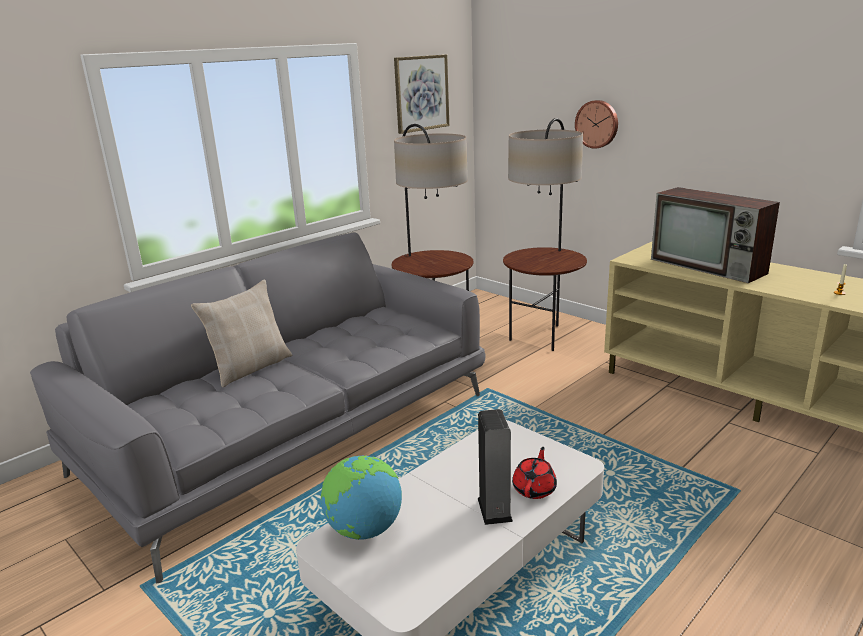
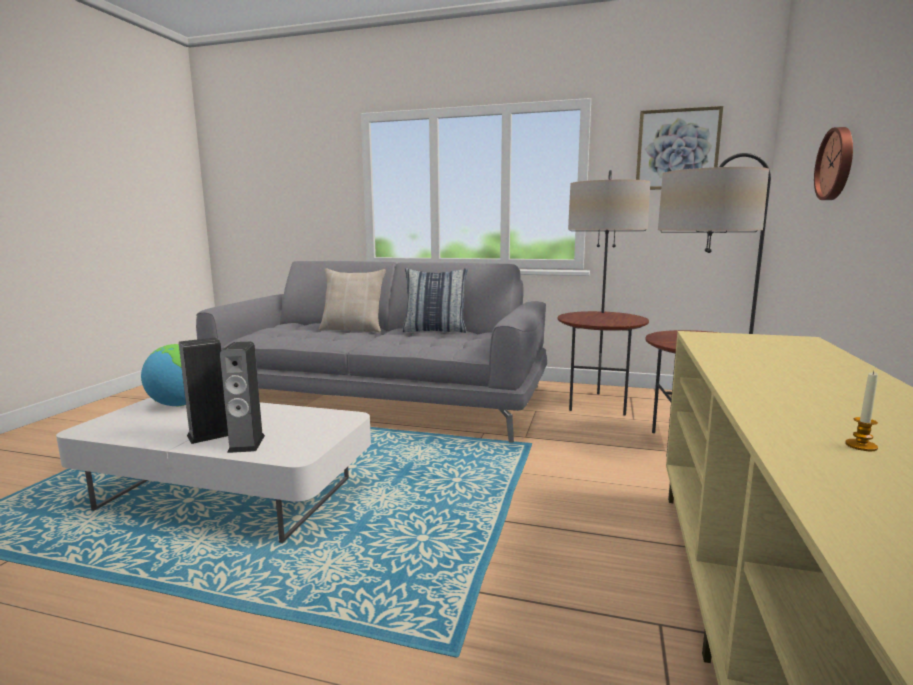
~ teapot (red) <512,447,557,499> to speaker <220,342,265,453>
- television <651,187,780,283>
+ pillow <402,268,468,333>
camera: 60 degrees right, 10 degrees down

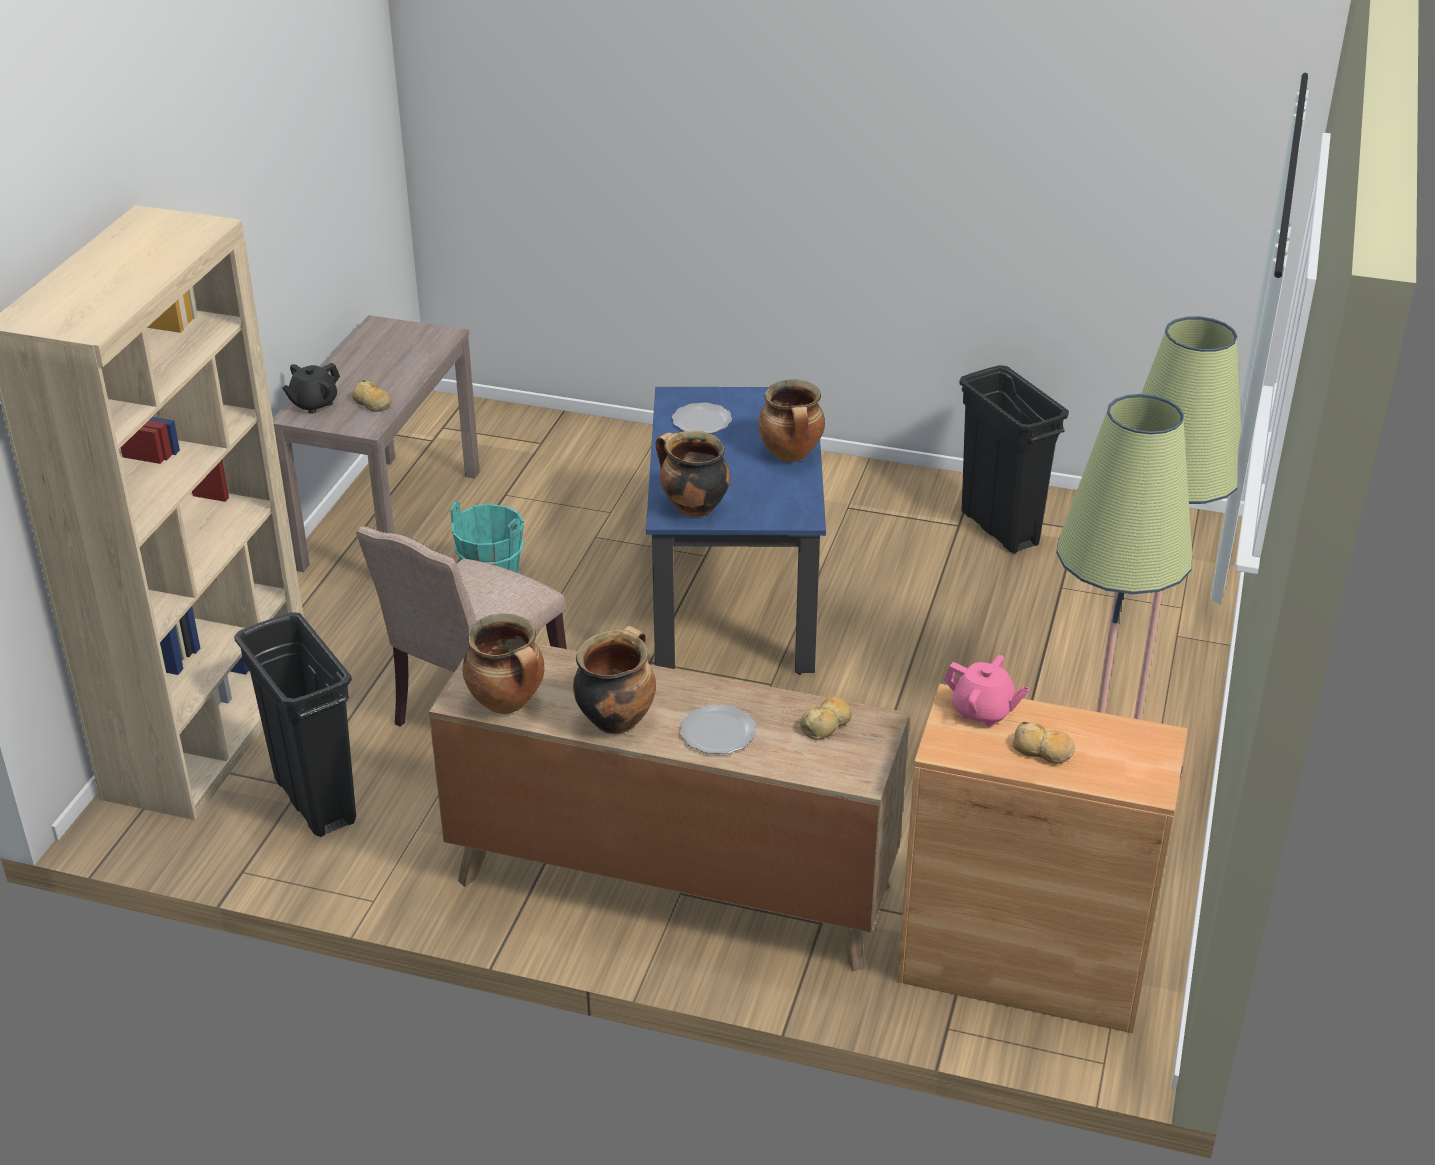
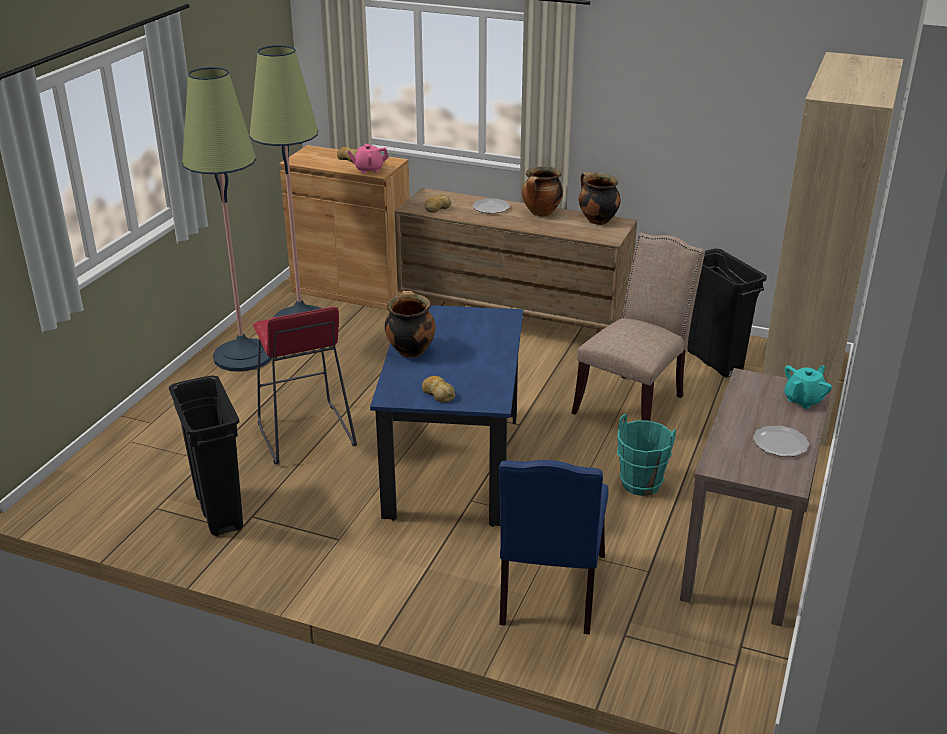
~ teapot (black) <282,362,340,414> to teapot (turquoise) <784,365,832,409>
~ bread <352,380,391,412> to <422,376,455,403>
- cooking pot <655,431,730,517>
~ plate <672,403,732,434> to <753,425,809,457>
~ teapot (pink) <944,655,1030,727> = <347,143,389,174> 45 degrees counterclockwise
+ stool (red) <253,306,357,464>
+ chair (blue) <499,460,609,634>
camera: 175 degrees left, 5 degrees down

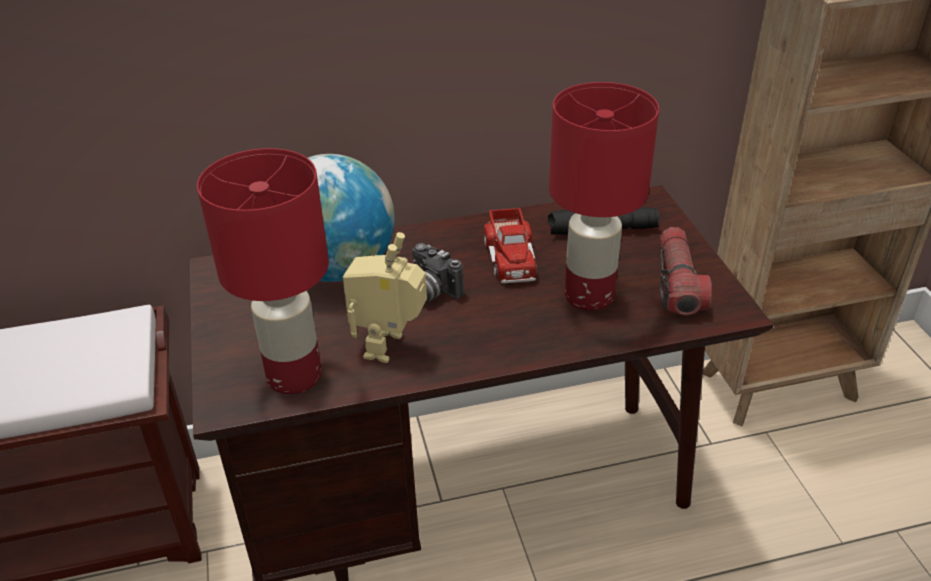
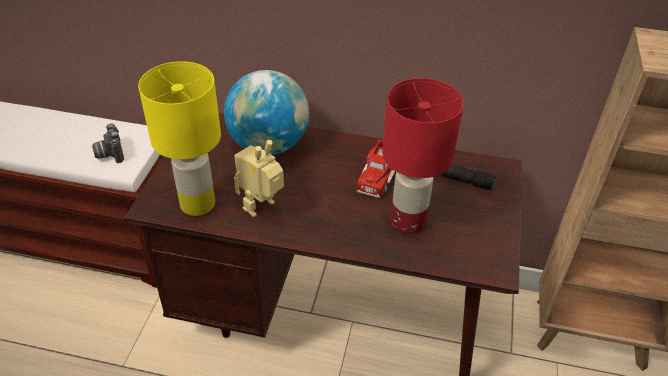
~ table lamp (red) <197,148,329,394> to table lamp (yellow) <138,61,221,216>
~ photo camera <412,243,464,302> to <92,123,124,163>
- flashlight <660,227,712,316>
camera: 25 degrees right, 5 degrees up

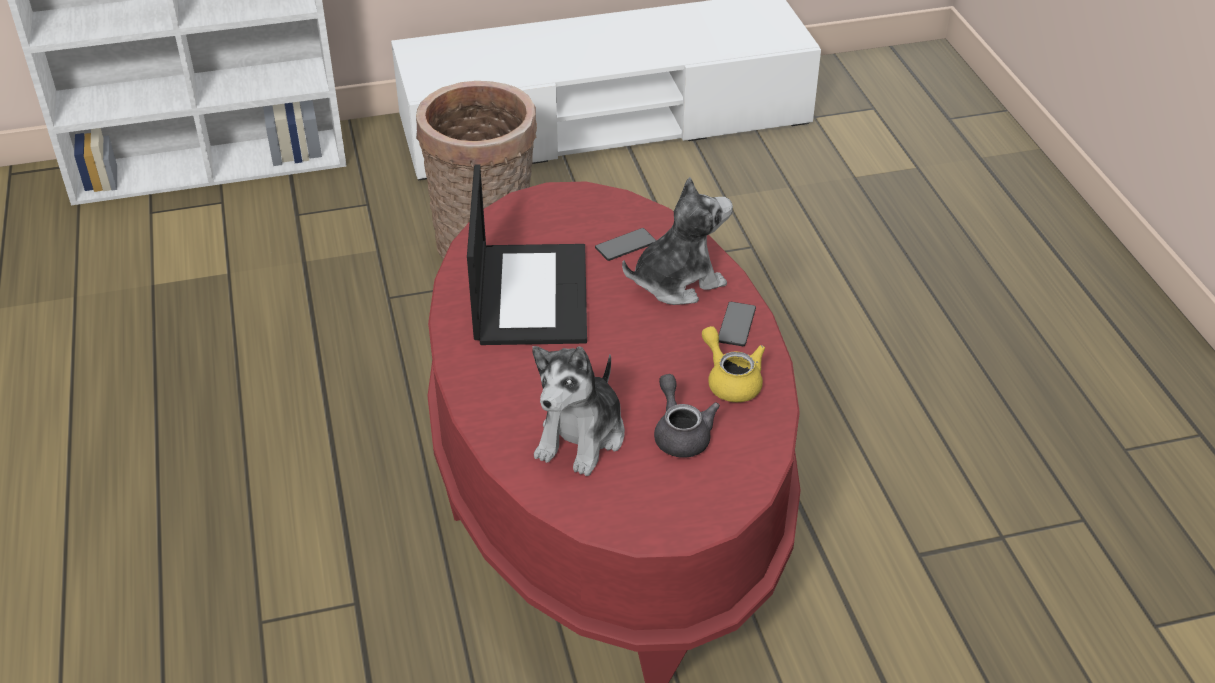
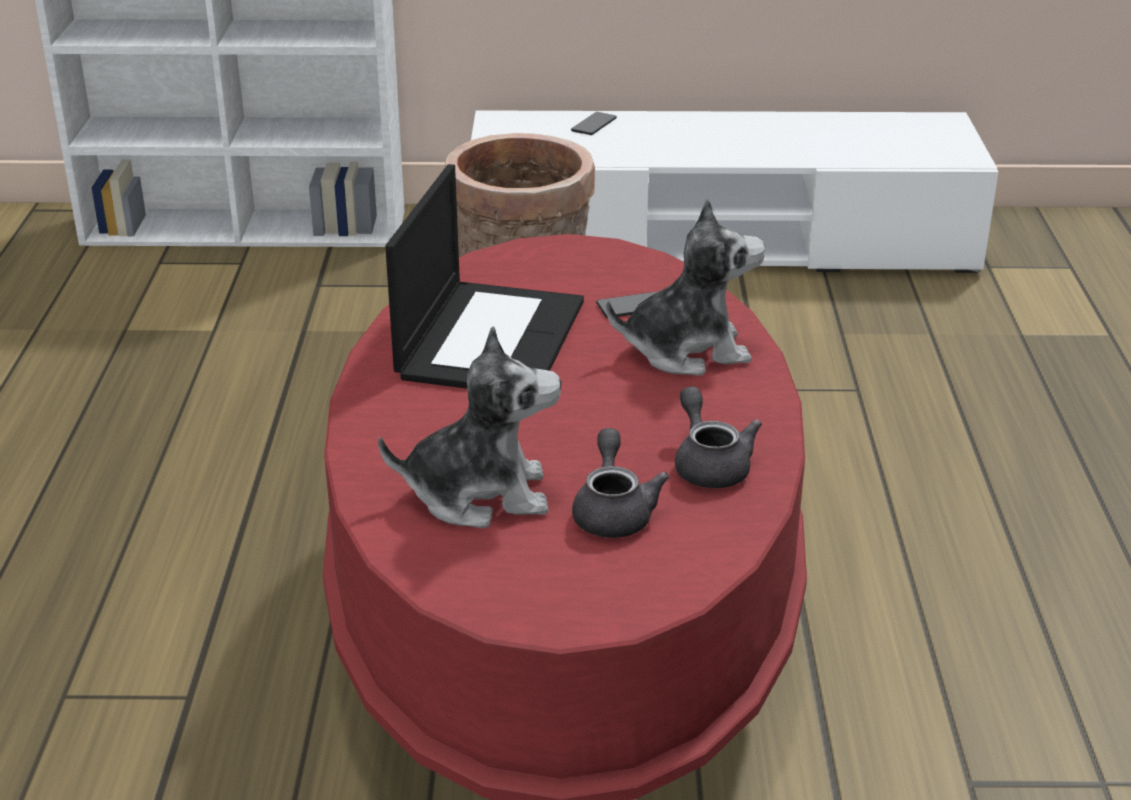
~ plush toy <532,346,625,476> = <378,326,561,528> 135 degrees counterclockwise
~ teapot (yellow) <702,326,765,402> to teapot (grey) <675,386,762,488>
~ phone <719,302,756,346> to <571,112,617,135>
camera: 15 degrees right, 10 degrees down

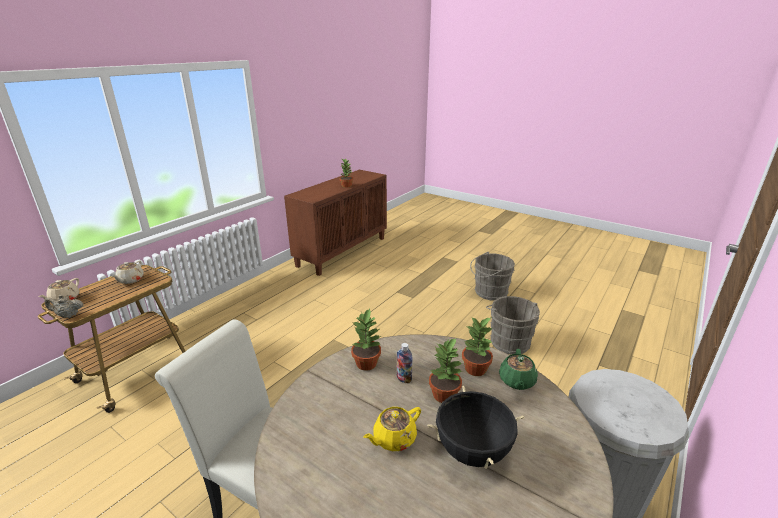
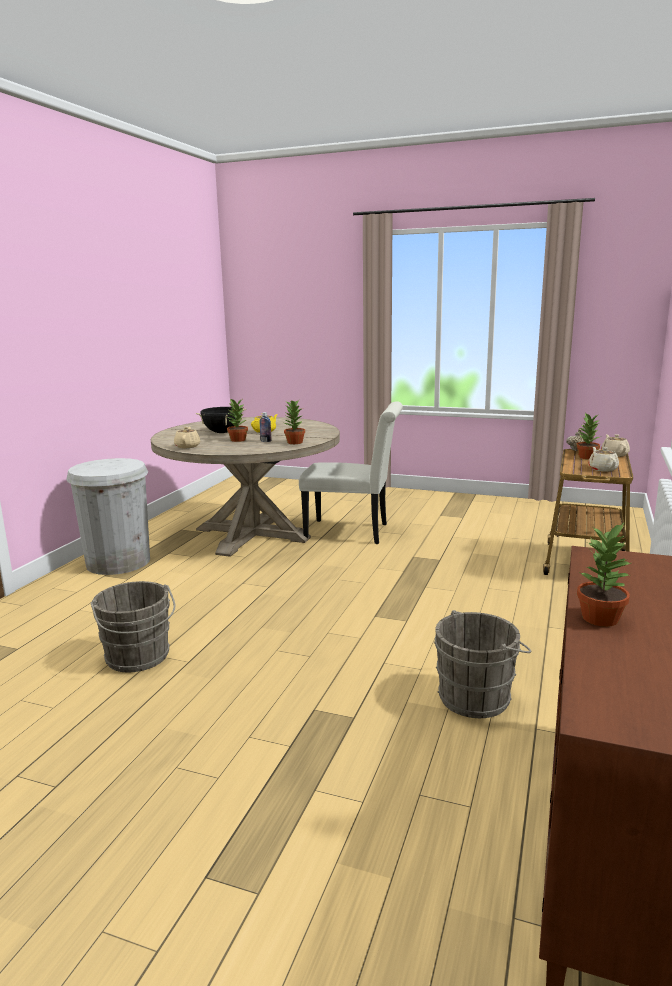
~ potted plant <462,318,493,376> to <576,414,600,459>
~ bucket (grey) <470,252,515,301> to <434,610,531,718>
~ teapot (green) <499,349,538,390> to teapot (beige) <174,427,200,448>
camera: 165 degrees right, 10 degrees down

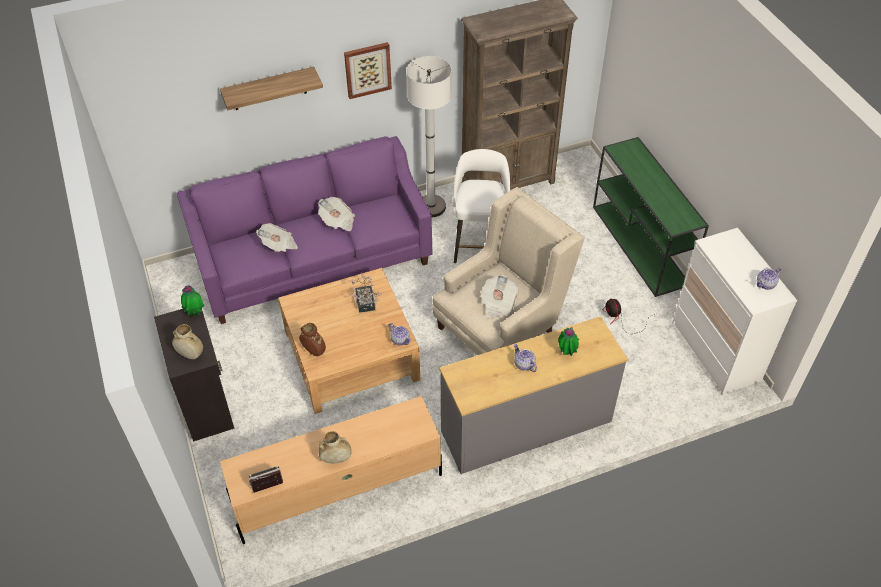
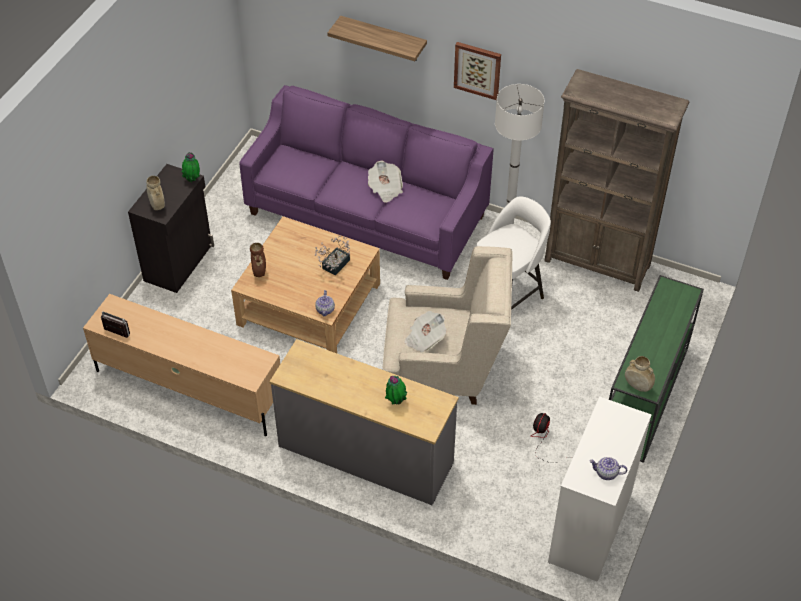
- newspaper <256,223,298,252>
~ vase (beige) <318,431,352,463> to <625,356,655,392>
- teapot <514,344,537,372>
camera: 45 degrees right, 0 degrees up

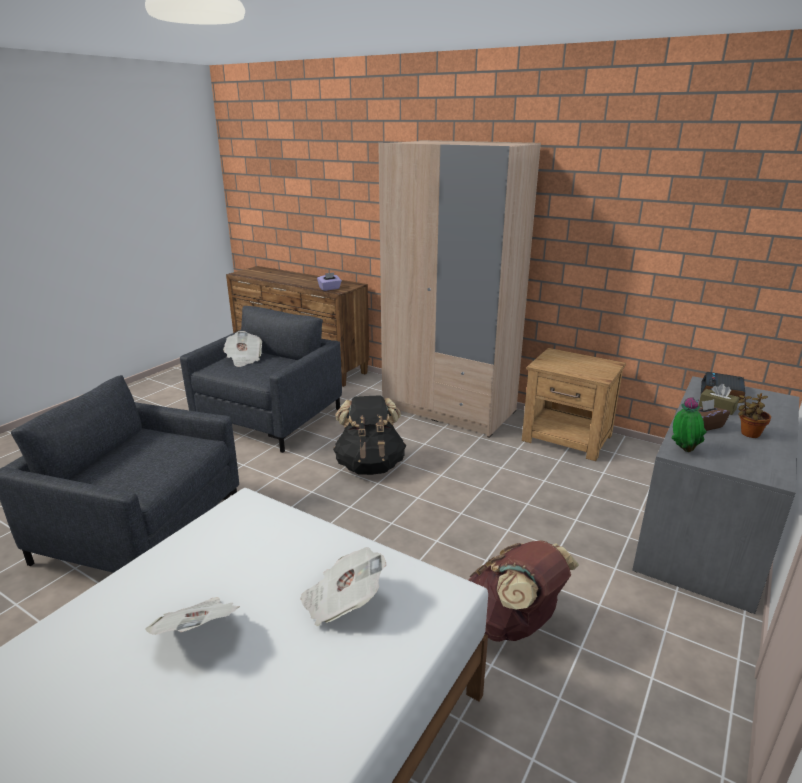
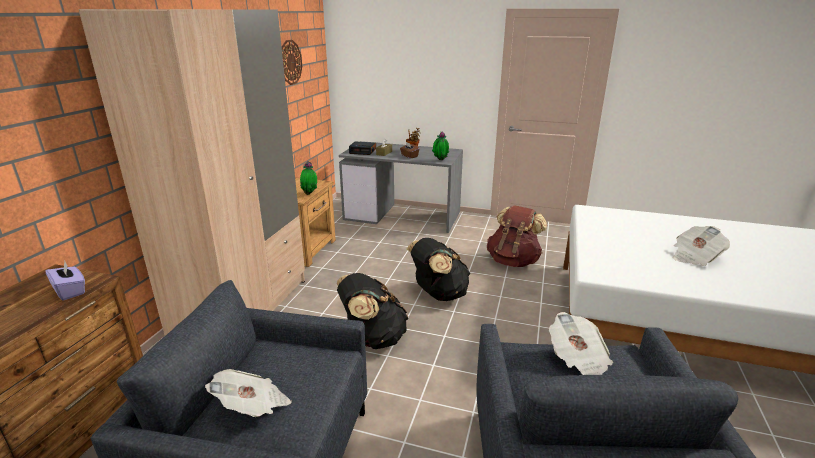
~ newspaper <300,547,386,626> to <549,312,613,375>
+ wall clock <282,40,302,85>
+ potted plant <300,161,317,195>
+ backpack (black) <407,238,470,301>
camera: 105 degrees left, 0 degrees up

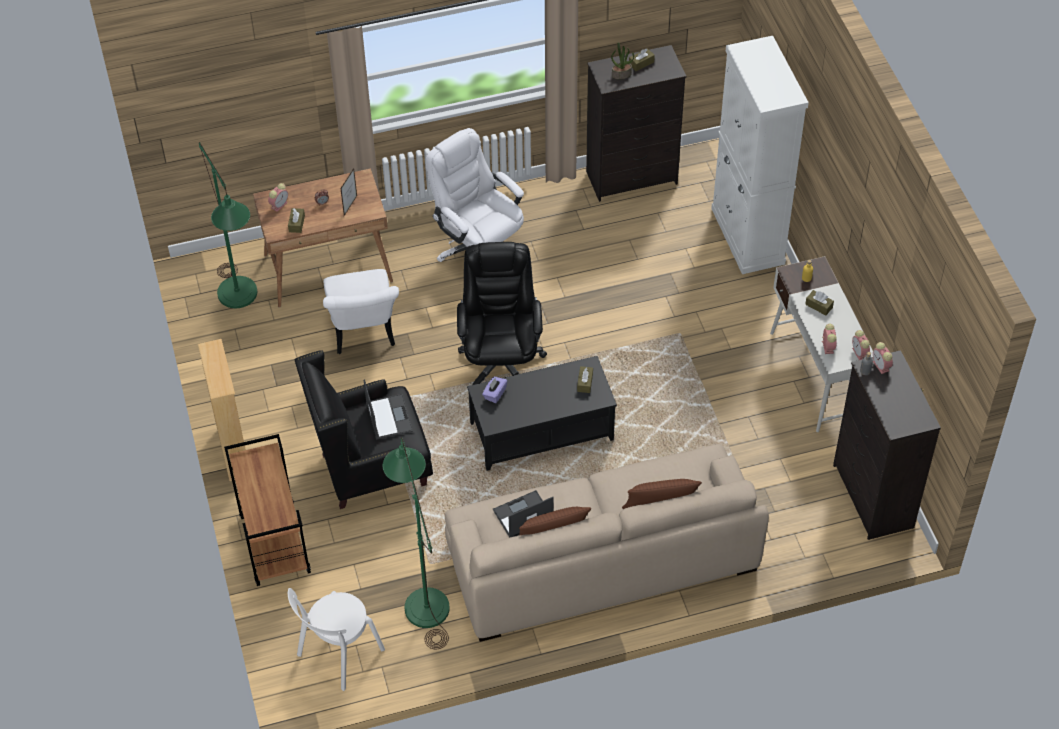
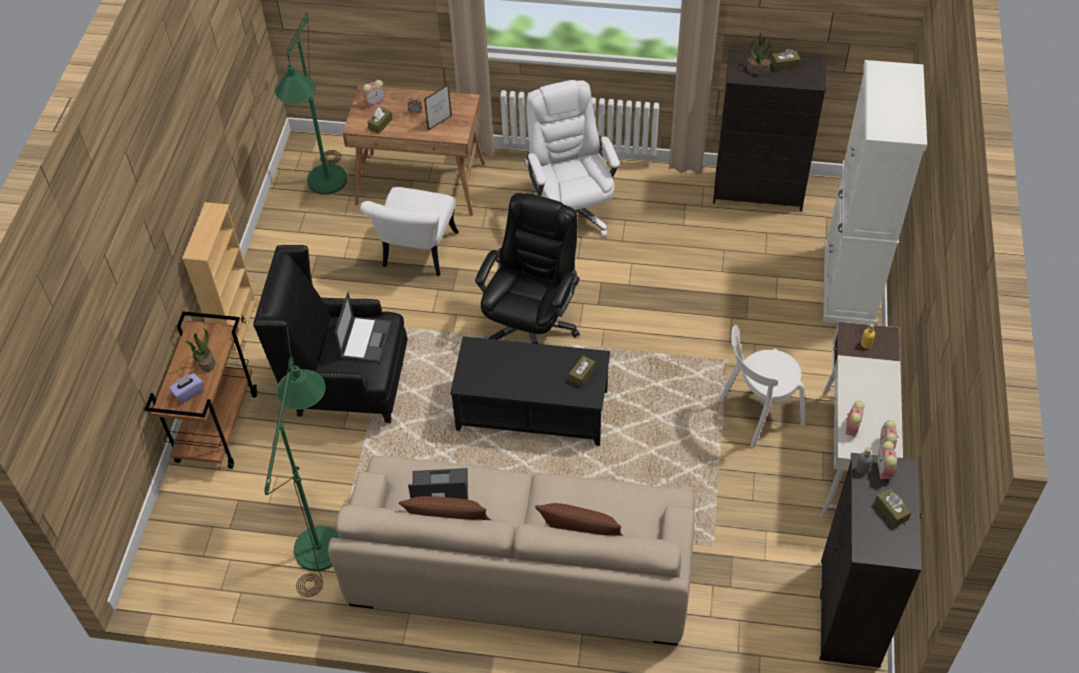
~ chair (white) <288,588,385,691> to <719,325,805,448>
~ tissue box (purple) <482,377,507,403> to <169,373,203,403>
~ tissue box (brown) <805,290,834,315> to <874,488,911,527>
+ potted plant <185,329,215,372>
camera: 25 degrees right, 0 degrees up

